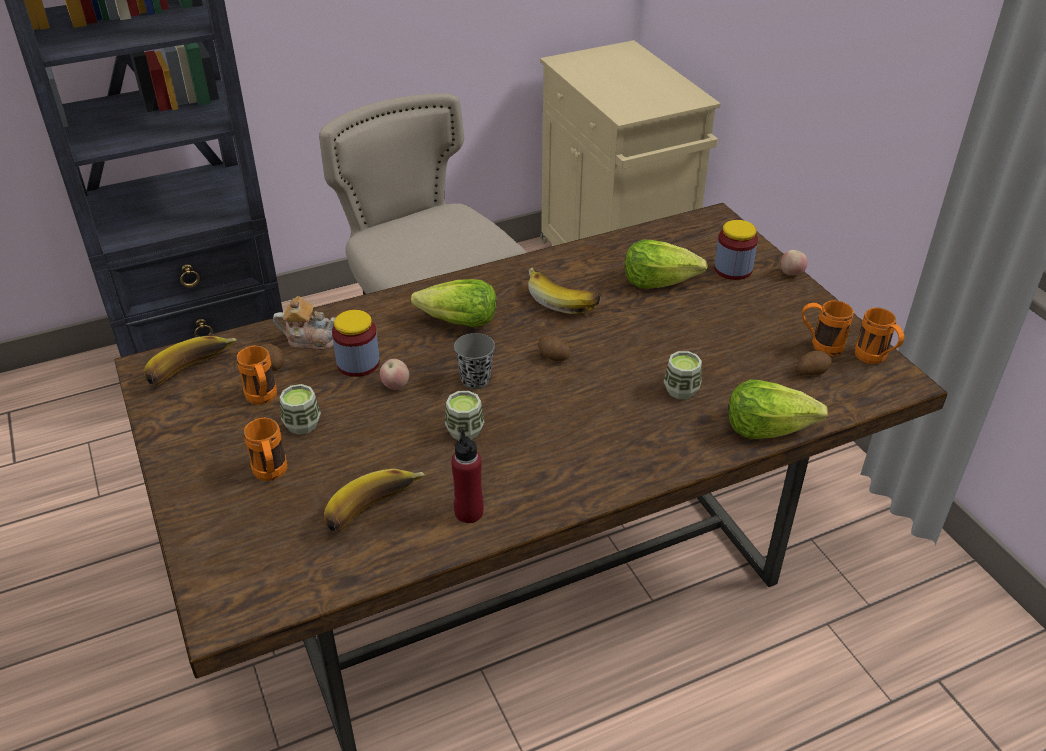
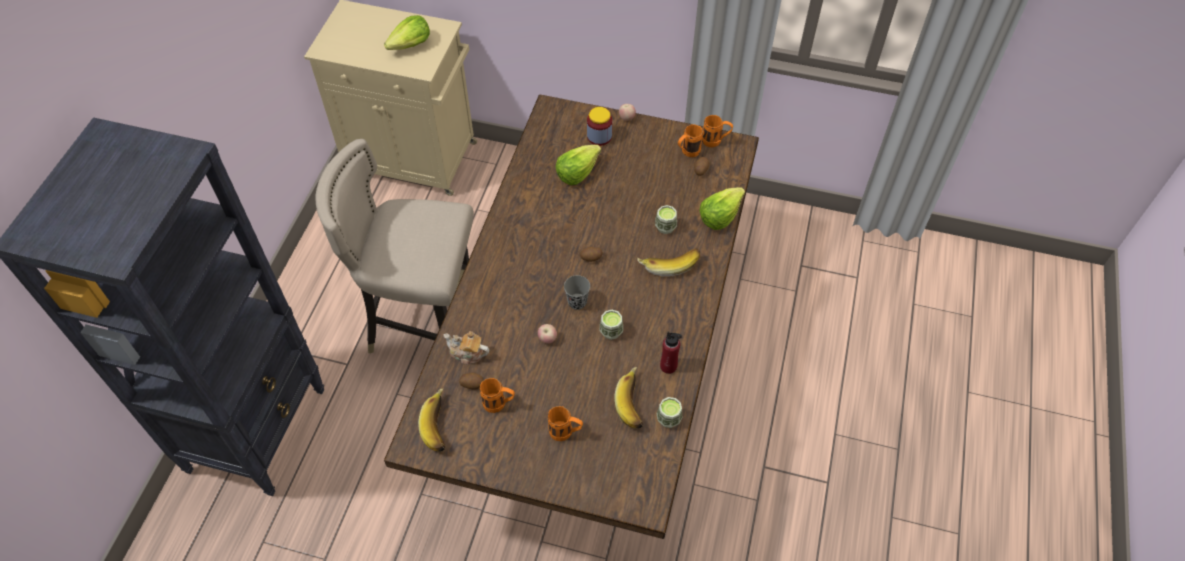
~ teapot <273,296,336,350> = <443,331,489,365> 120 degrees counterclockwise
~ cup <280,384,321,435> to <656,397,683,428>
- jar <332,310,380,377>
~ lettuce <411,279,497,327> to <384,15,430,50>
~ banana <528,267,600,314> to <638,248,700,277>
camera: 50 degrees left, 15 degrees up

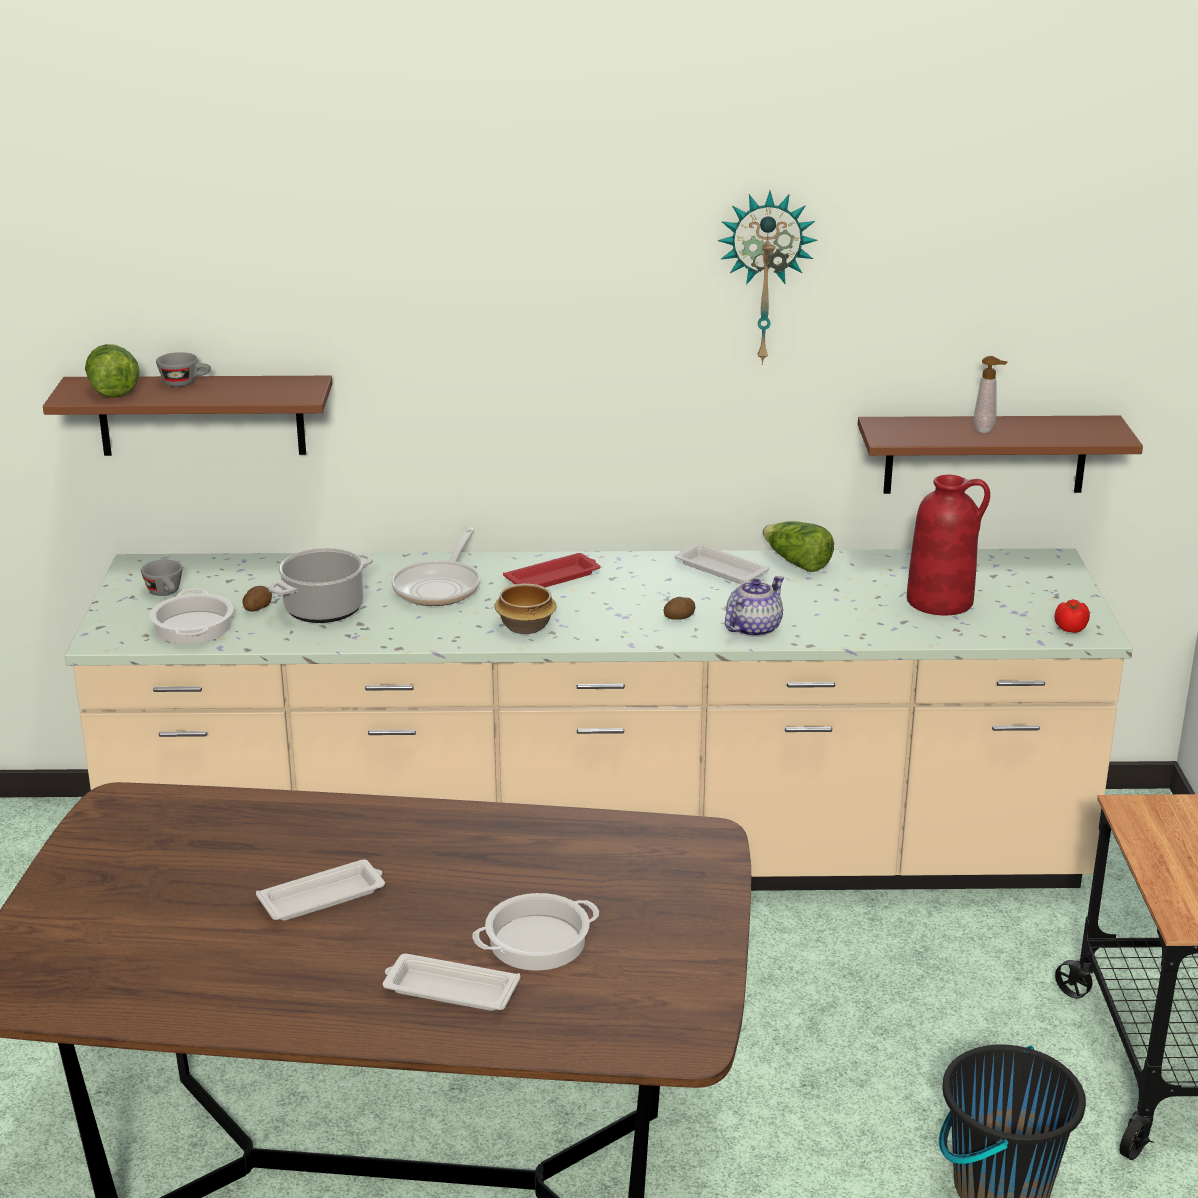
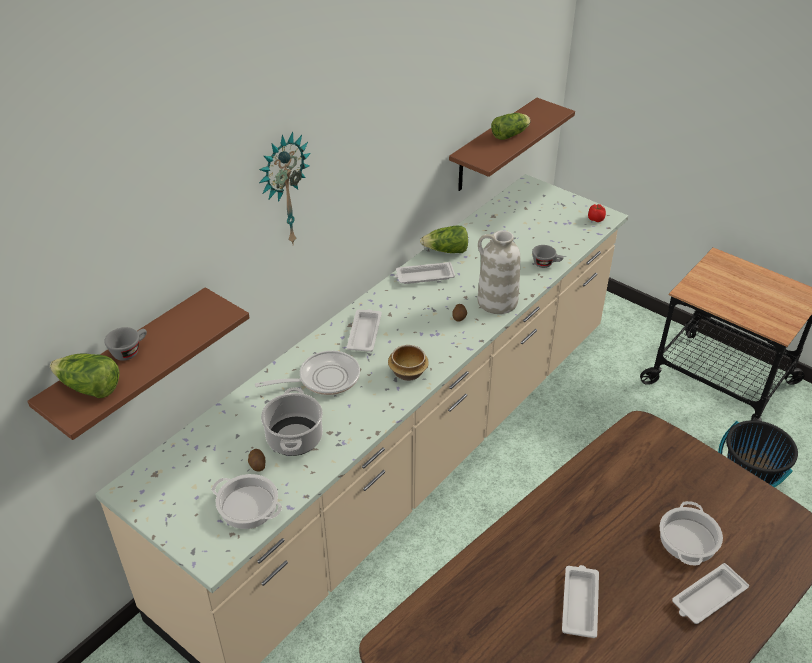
~ cup (grey) <141,560,182,596> to <532,245,563,268>
~ frying pan <392,527,480,606> = <255,351,360,395> 75 degrees counterclockwise
~ tray (red) <503,553,600,587> to tray (white) <347,309,382,352>
~ wall clock <718,191,818,365> to <259,132,311,244>
~ teapot <725,576,784,637> to vase (white) <477,230,520,314>
- vase (red) <907,475,990,615>
~ soap dispenser <974,356,1008,433> to lettuce <491,113,531,140>
camera: 50 degrees left, 15 degrees up

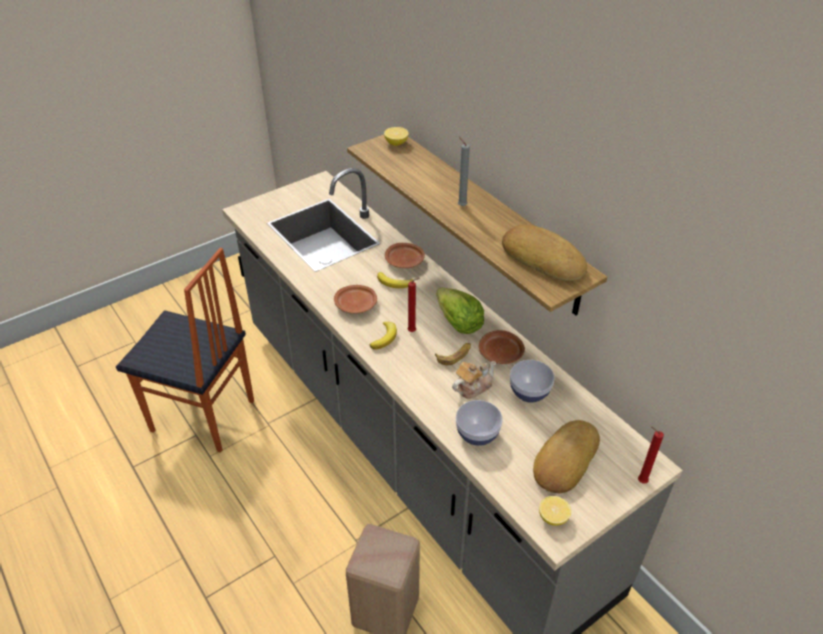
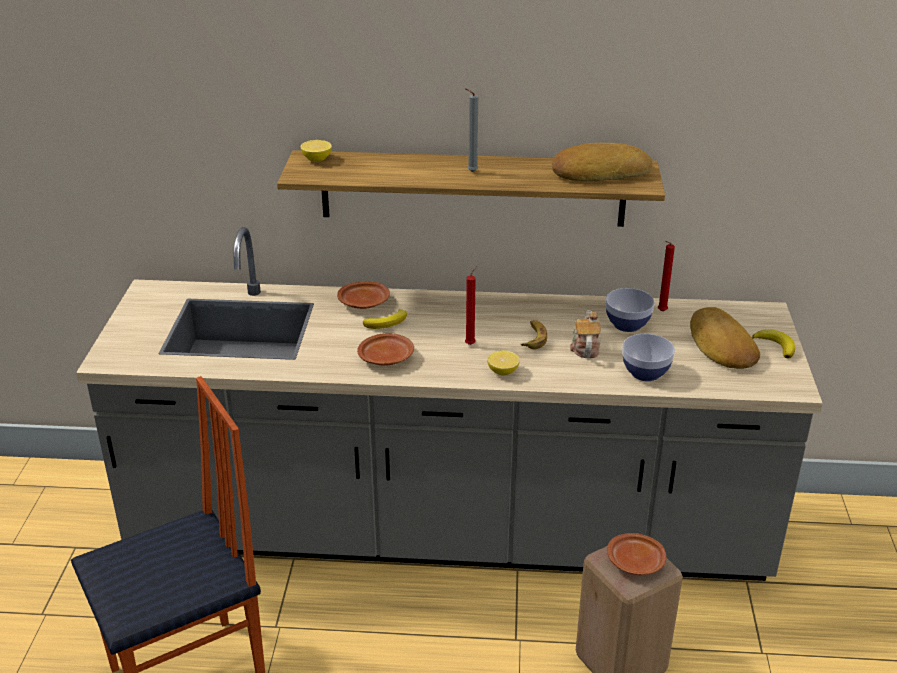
~ banana <370,322,397,350> to <752,329,795,358>
- lettuce <436,288,484,334>
~ plate (brown) <479,330,525,364> to <607,533,666,575>
~ lemon <539,496,571,526> to <487,350,520,375>
~ candle (red) <638,427,664,484> to <658,241,675,311>
camera: 50 degrees left, 10 degrees down

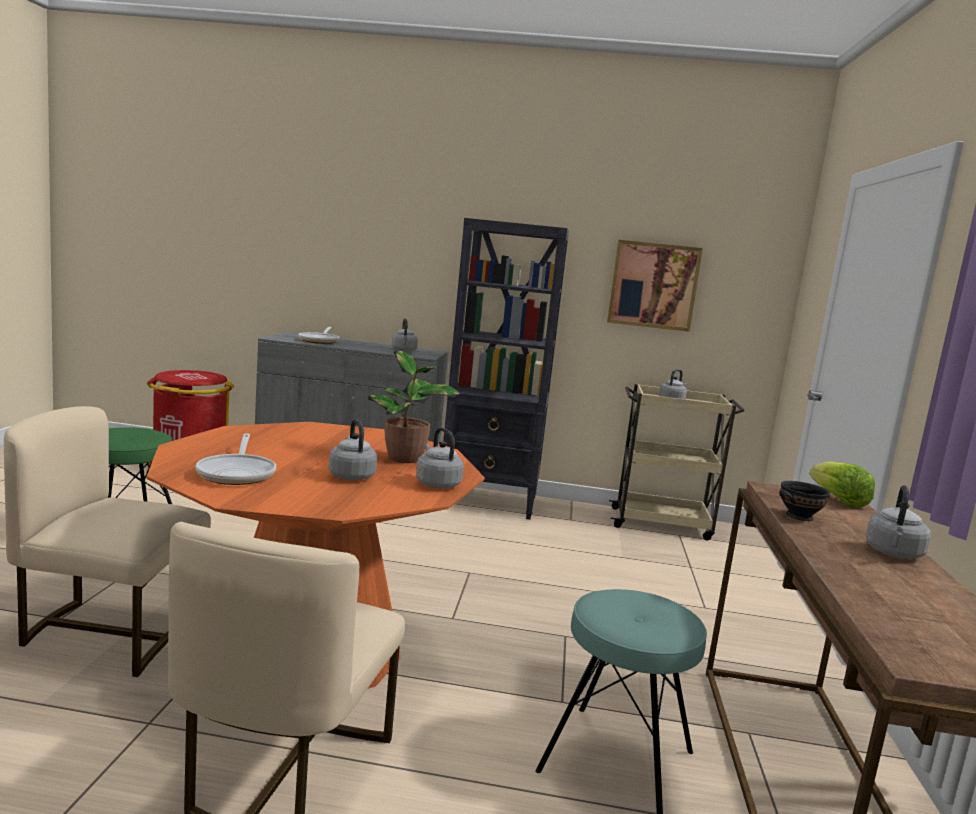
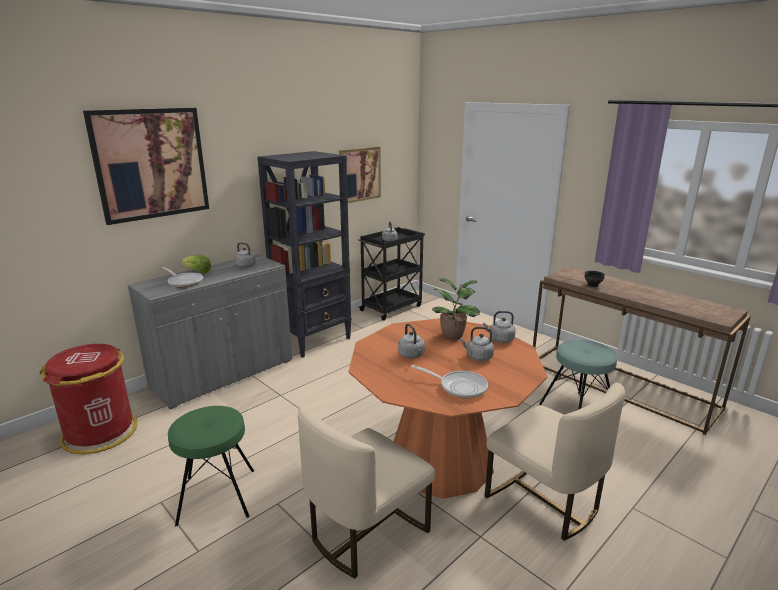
~ cart (beige) <609,384,744,540> to cart (black) <358,227,425,321>
~ lettuce <810,461,875,508> to <181,255,211,273>
~ kettle (grey) <866,485,931,559> to <398,324,425,358>
+ picture <83,108,209,225>
camera: 50 degrees left, 10 degrees up

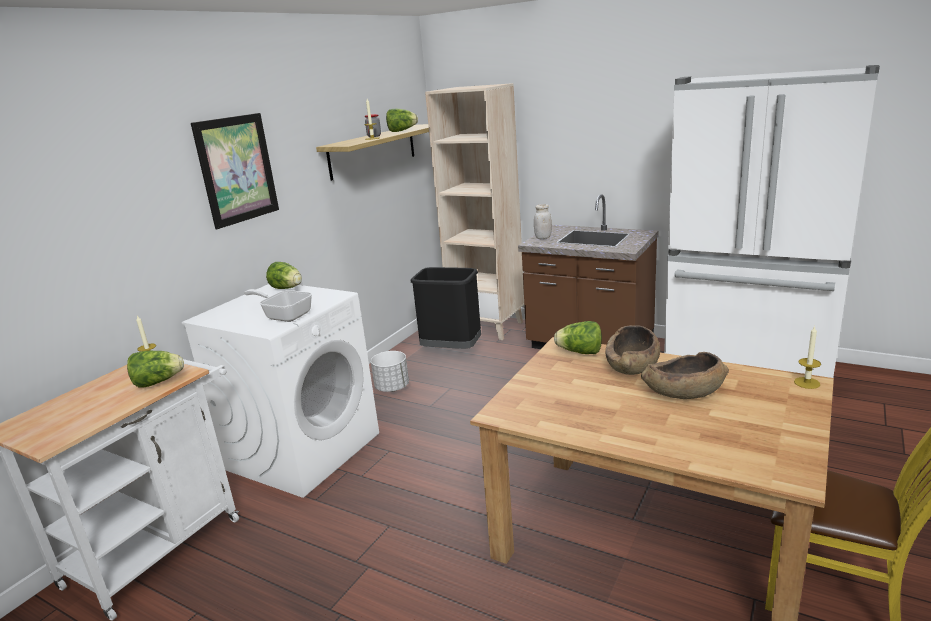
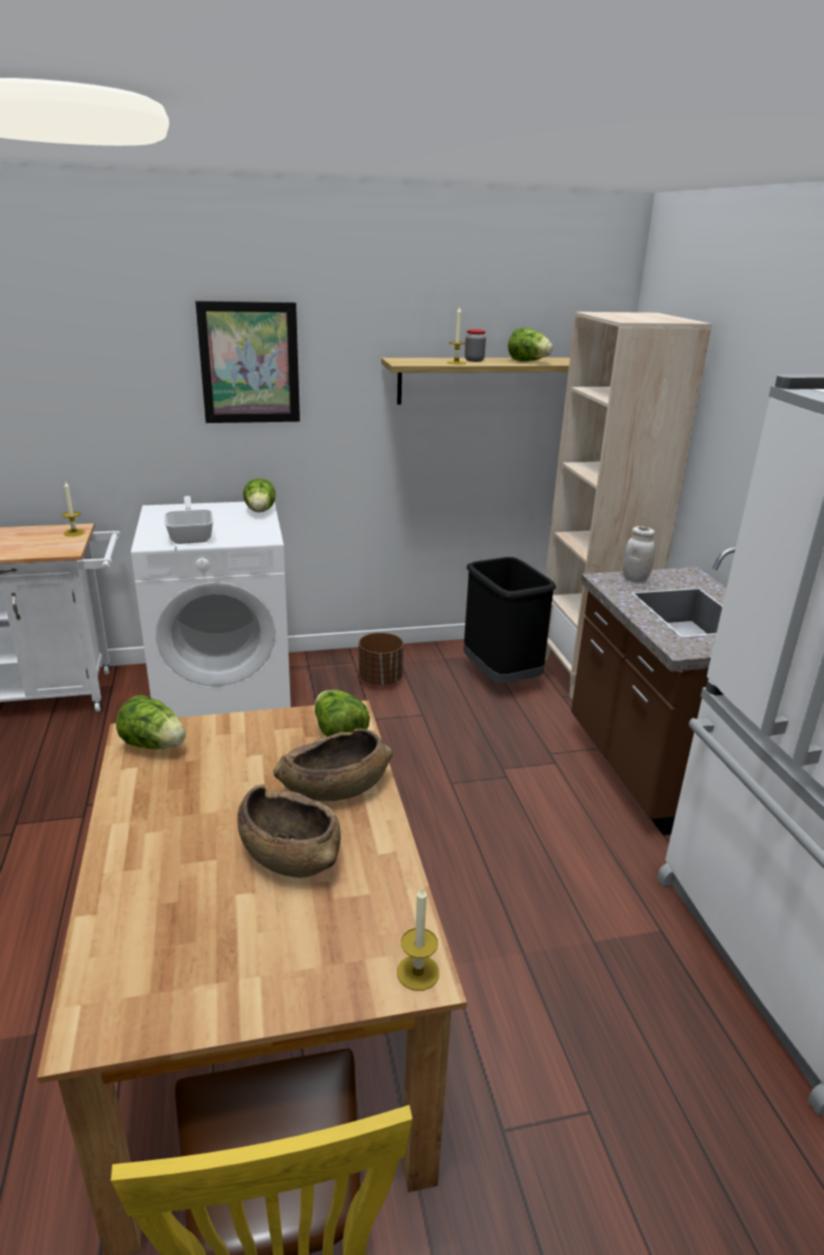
~ lettuce <127,351,184,388> to <116,695,186,749>
~ planter (white) <371,351,409,392> to planter (brown) <359,633,404,685>
camera: 45 degrees right, 5 degrees up

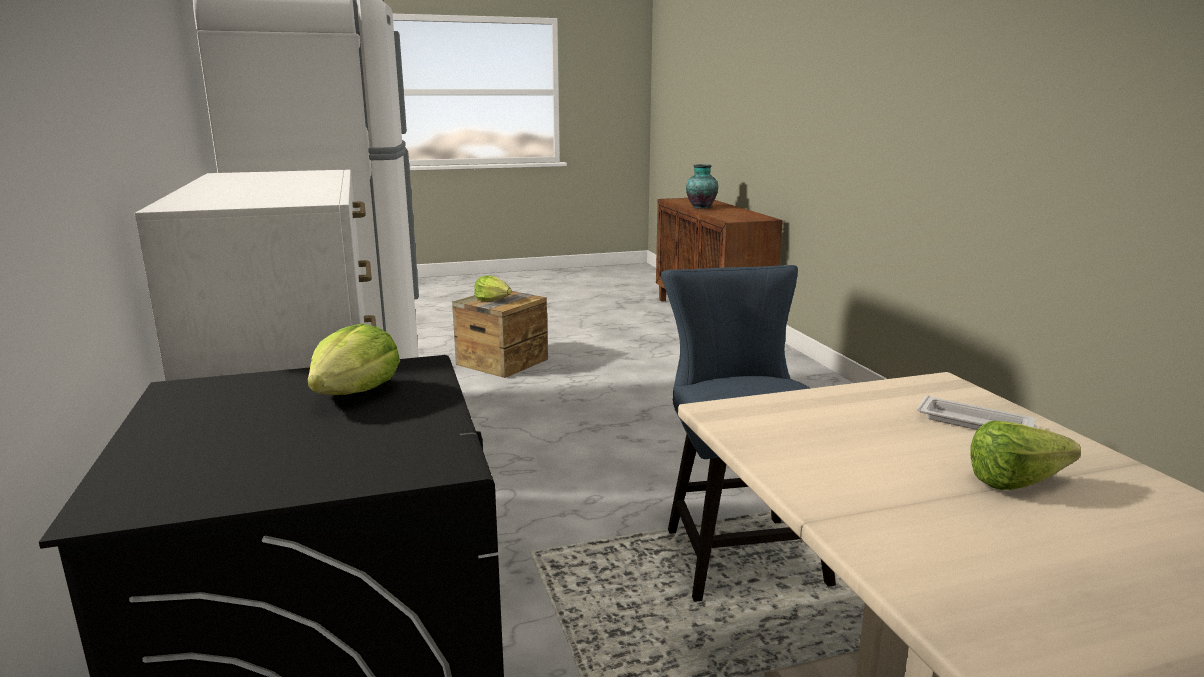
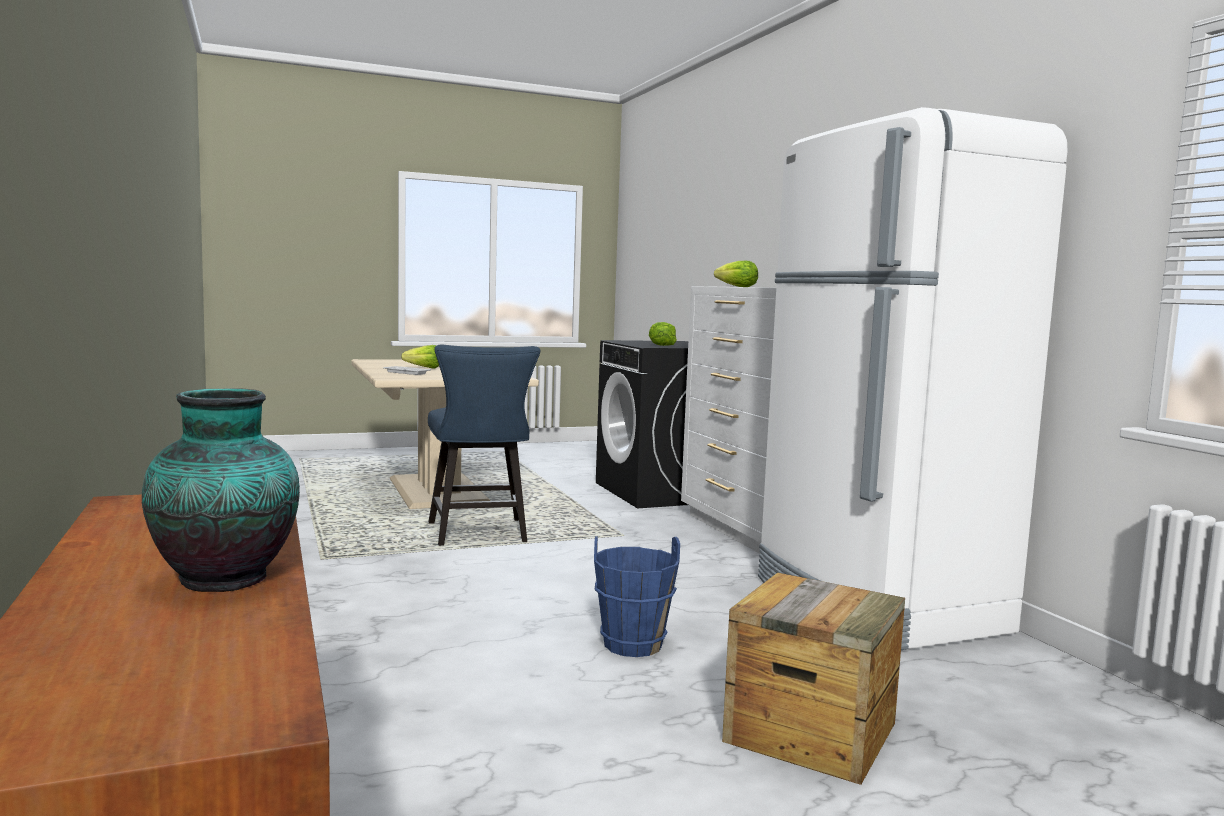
~ lettuce <474,275,512,301> to <714,261,758,287>
+ bucket (blue) <594,536,680,657>
camera: 175 degrees right, 10 degrees down

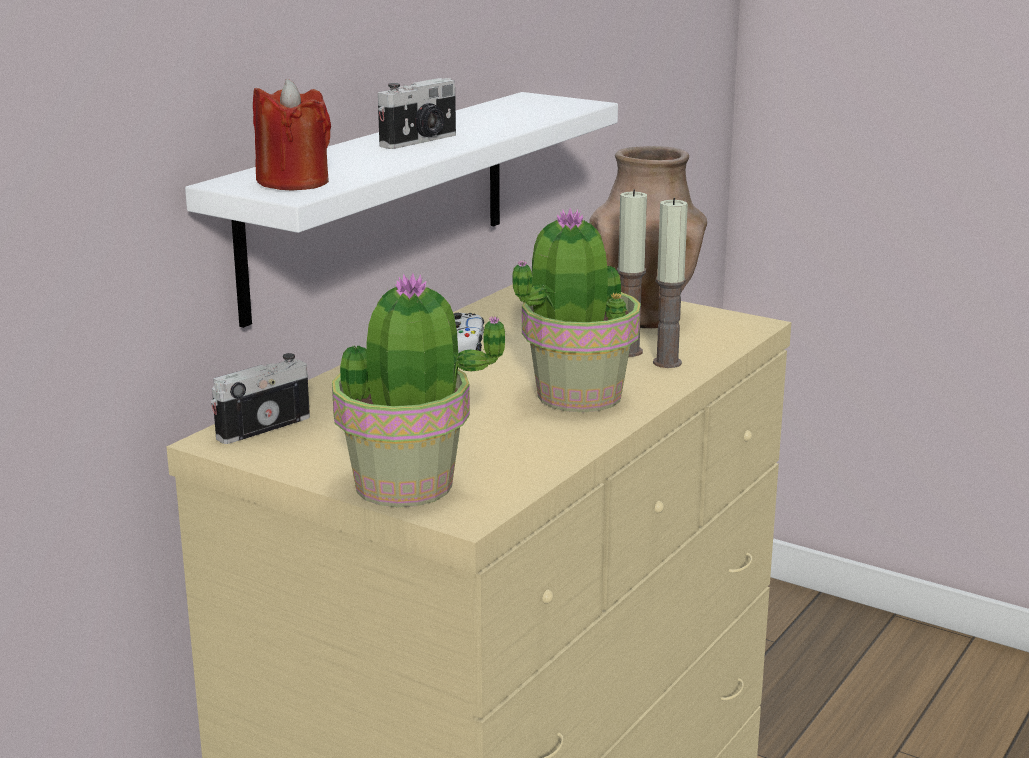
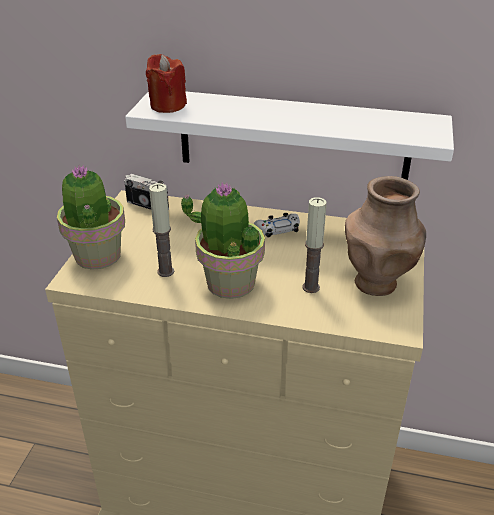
- photo camera <378,78,456,149>
~ candle <653,198,688,368> to <149,183,174,277>
camera: 70 degrees right, 15 degrees up

